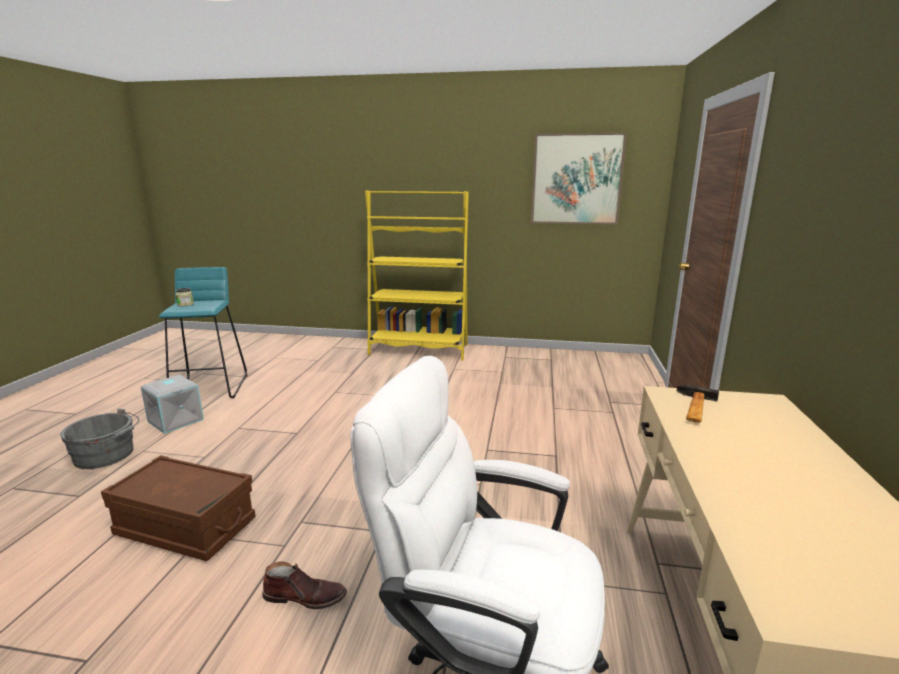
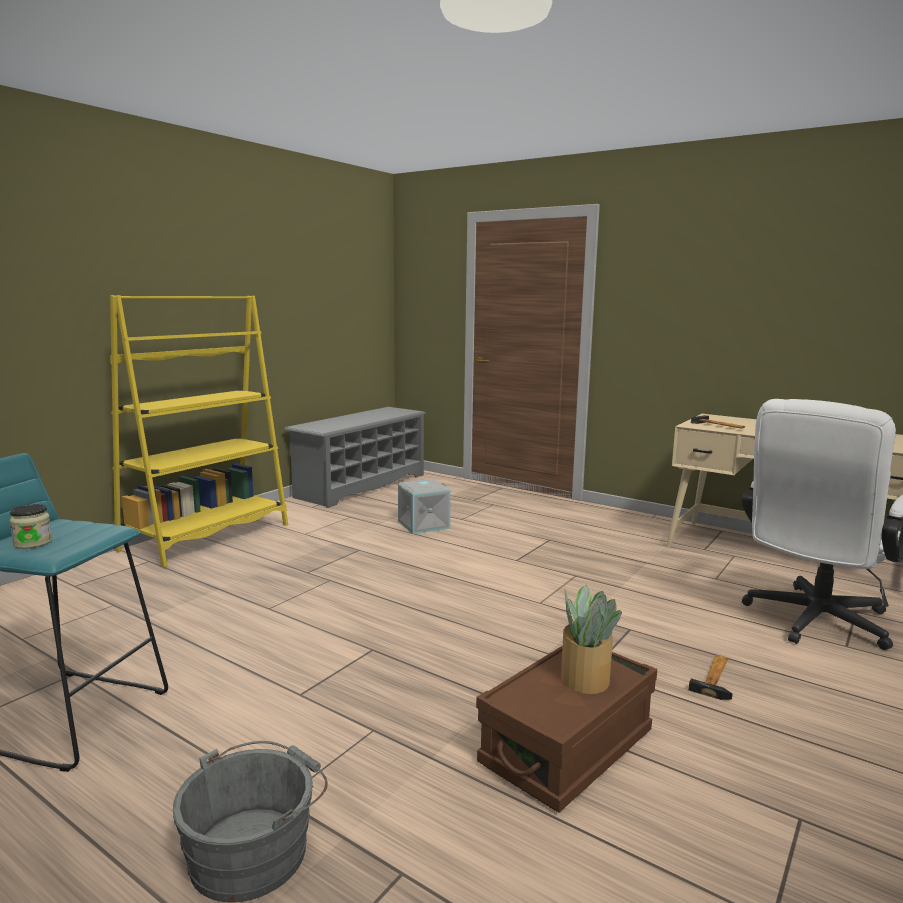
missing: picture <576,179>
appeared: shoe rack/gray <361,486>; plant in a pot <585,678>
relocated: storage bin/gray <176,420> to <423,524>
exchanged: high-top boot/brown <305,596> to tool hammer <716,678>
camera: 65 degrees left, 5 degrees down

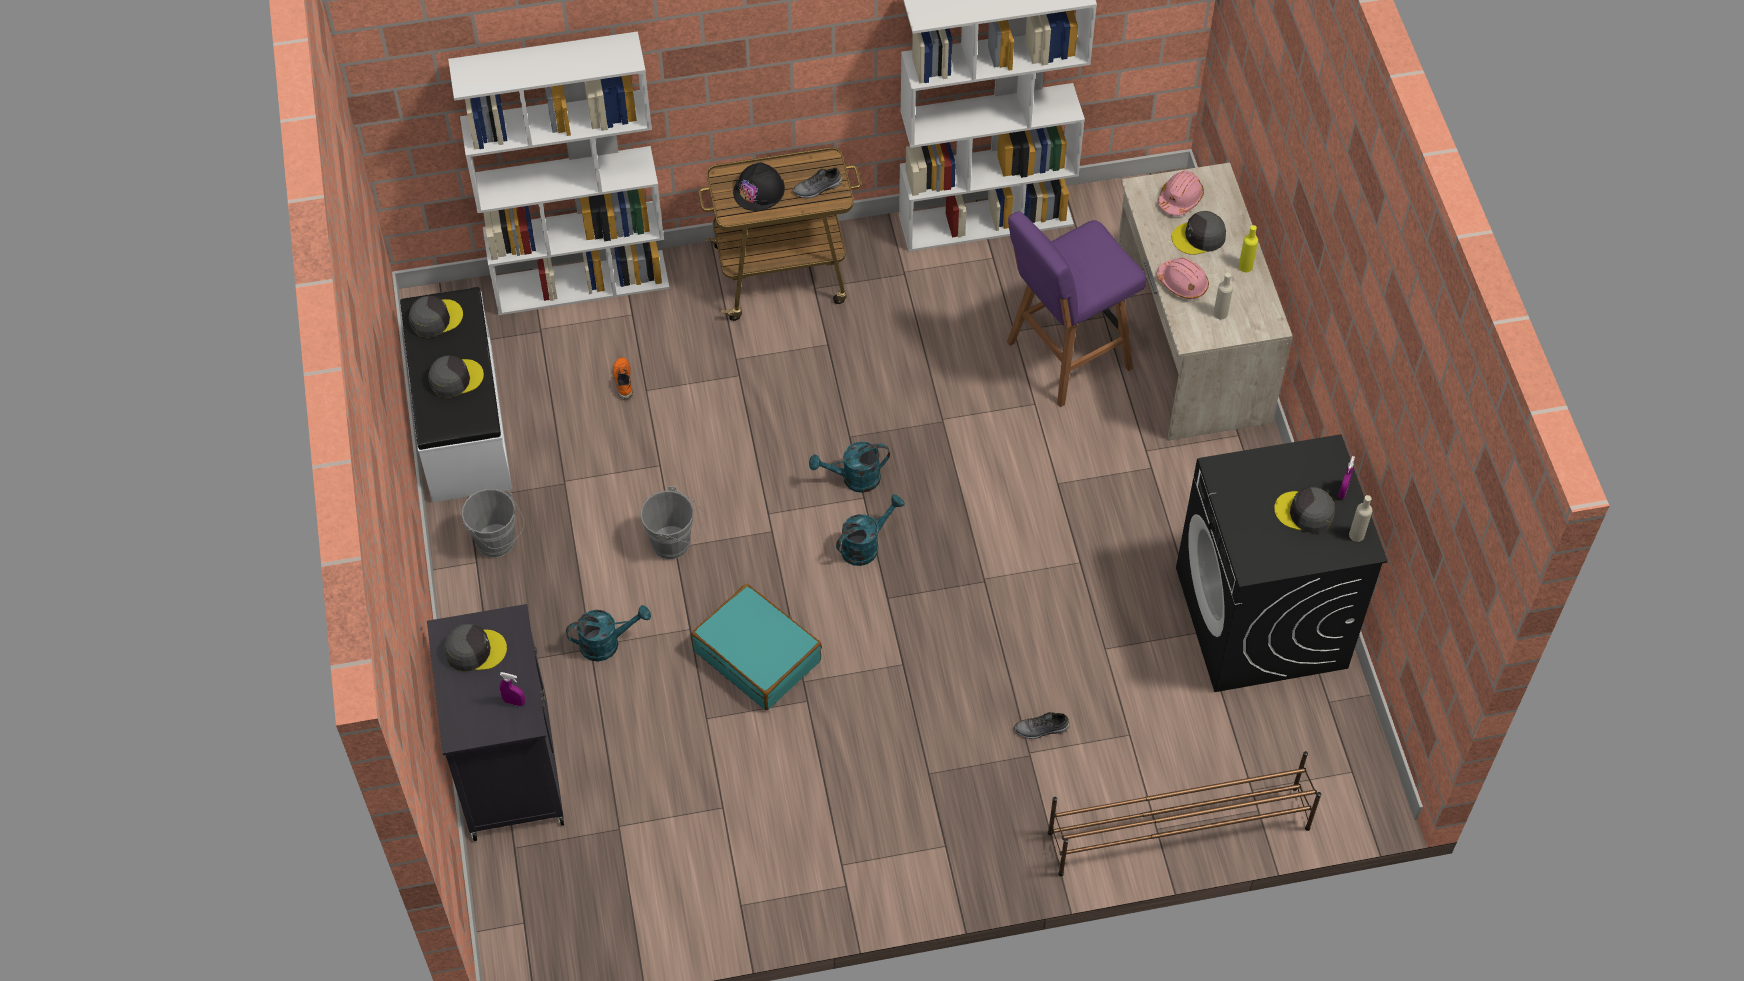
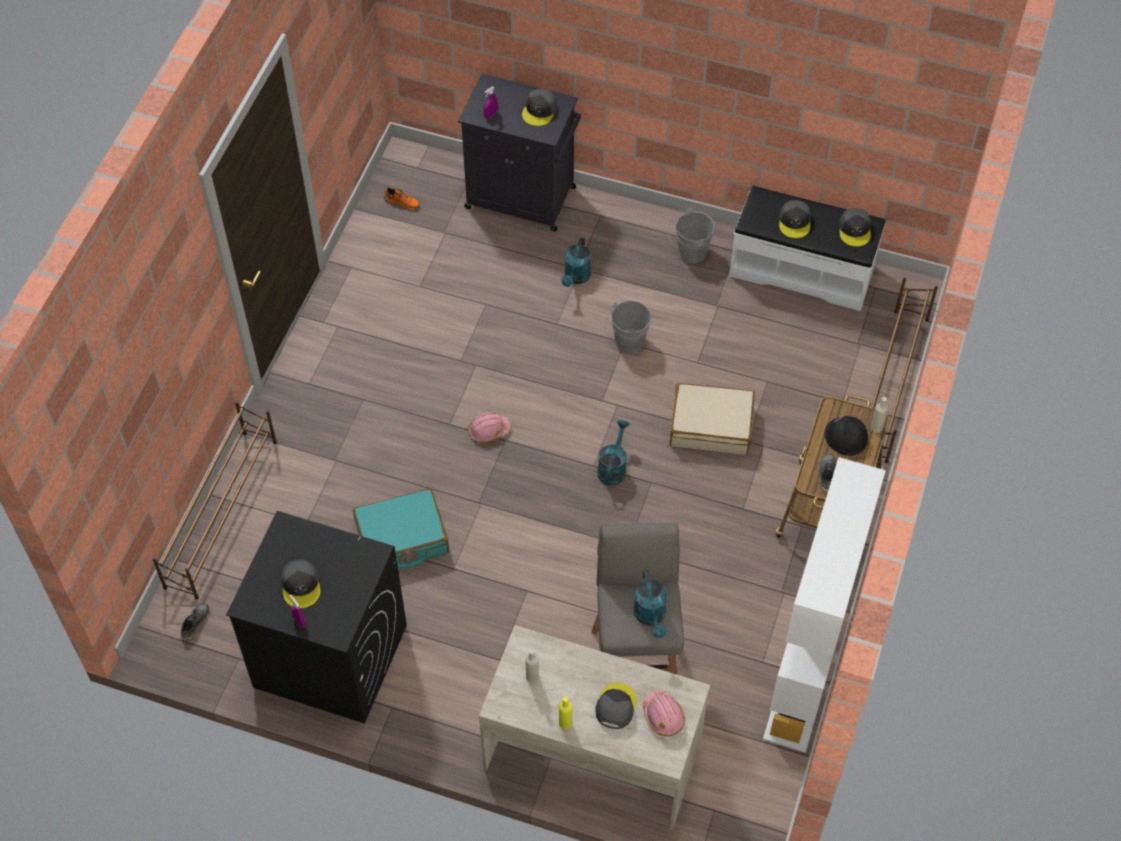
appeared: piece of luggage/beige <711,426>
relocated: item of footwear/orange <622,381> to <402,202>; piece of luggage/turquoise <758,655> to <402,538>; watering pot/turquoise <865,545> to <651,616>; item of footwear/gray <1041,729> to <194,623>; safety helmet/pinkish <1182,283> to <488,431>; beverage bottle/beige <1356,535> to <876,427>
exchanged: shelving unit/whitish <582,282> to shoe rack/brown <890,385>
colour: stool/purplish <1065,357> to stool/gray <635,659>
spun: baseball cap/gray <1304,513> = <301,585> 120 degrees clockwise
camera: 120 degrees right, 0 degrees up

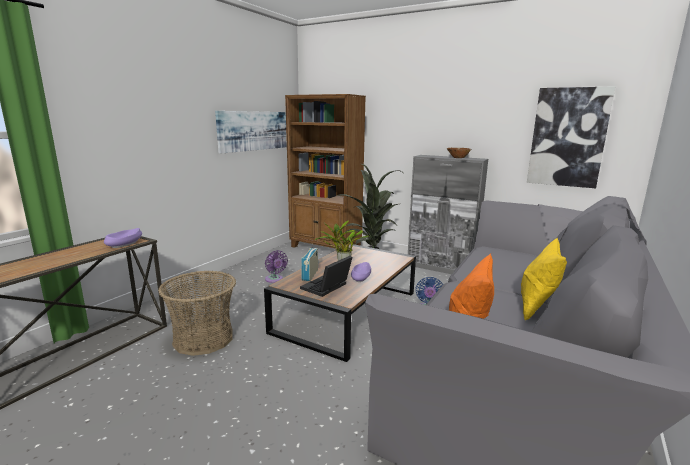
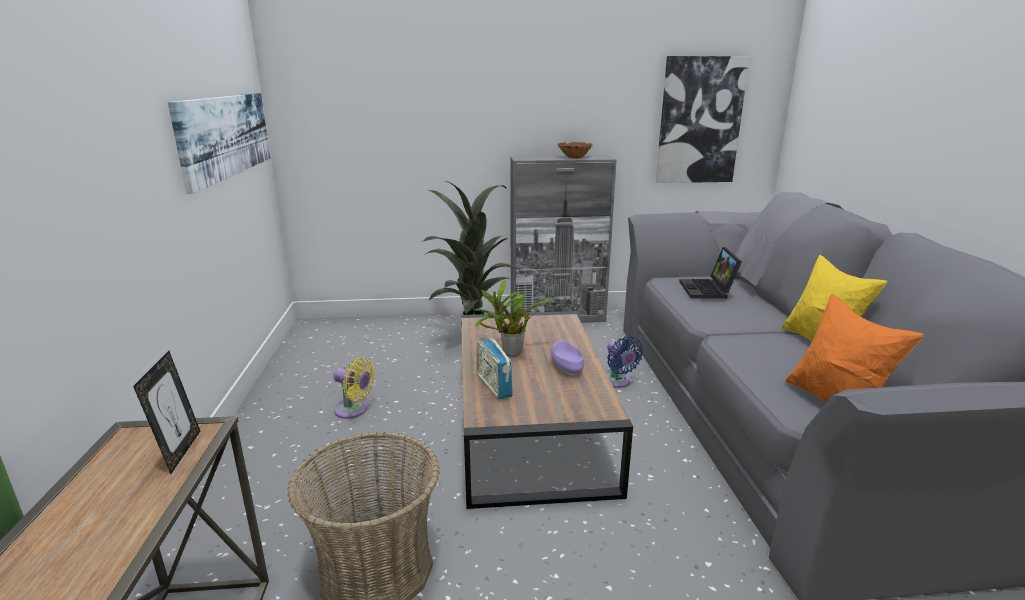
missing: shelving unit/brown <325,248>
relocated: portable computer <326,288> to <708,290>
exchanged: serving bowl/purplish <124,244> to photo frame <180,451>
colour: fan/purplish <274,279> to fan/yellowish <354,410>
camera: 35 degrees left, 5 degrees up

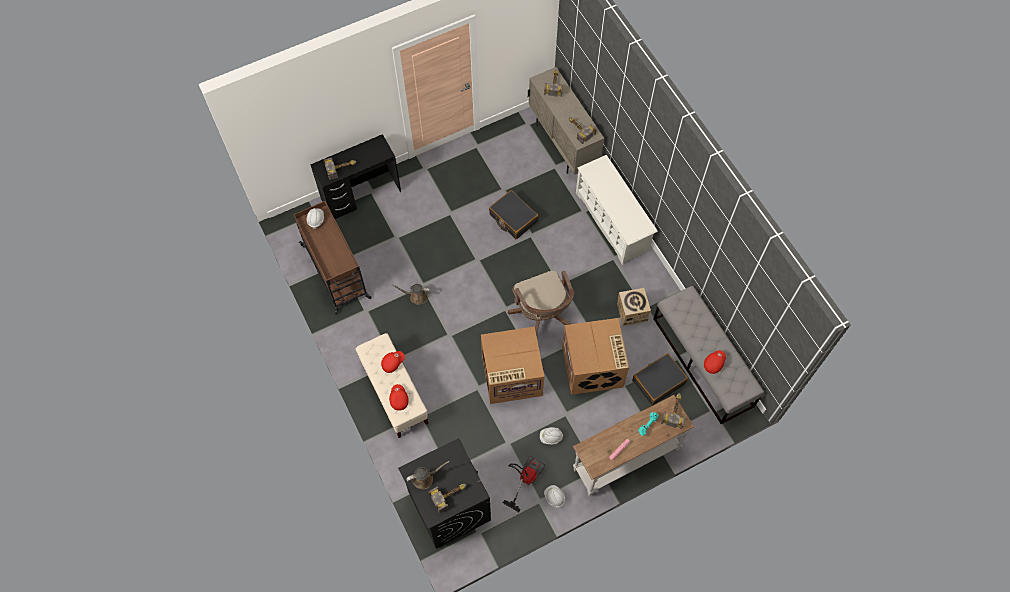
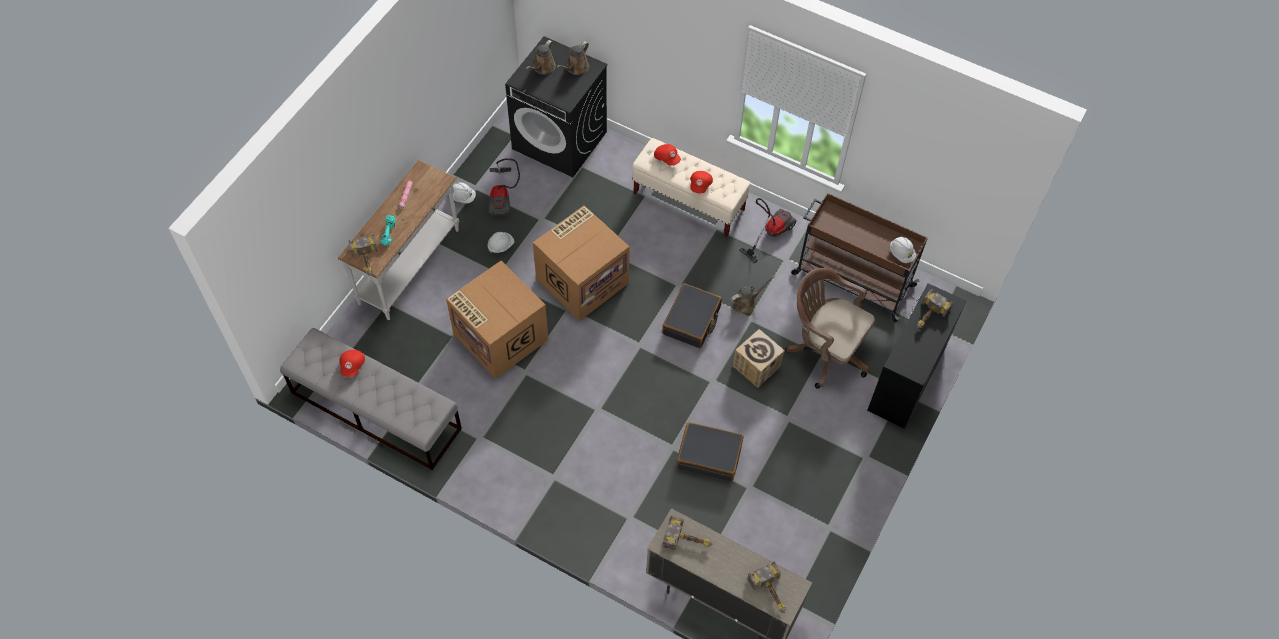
missing: shoe rack/whitish <612,222>
appeared: hoover <770,232>
relocated: desk chair/brown <542,316> to <824,350>; packing box <631,312> to <756,366>; piece of luggage/black-coloured <658,382> to <692,321>
exchanged: tool hammer <450,494> to watering pot/brown <543,68>
camera: 145 degrees right, 5 degrees down

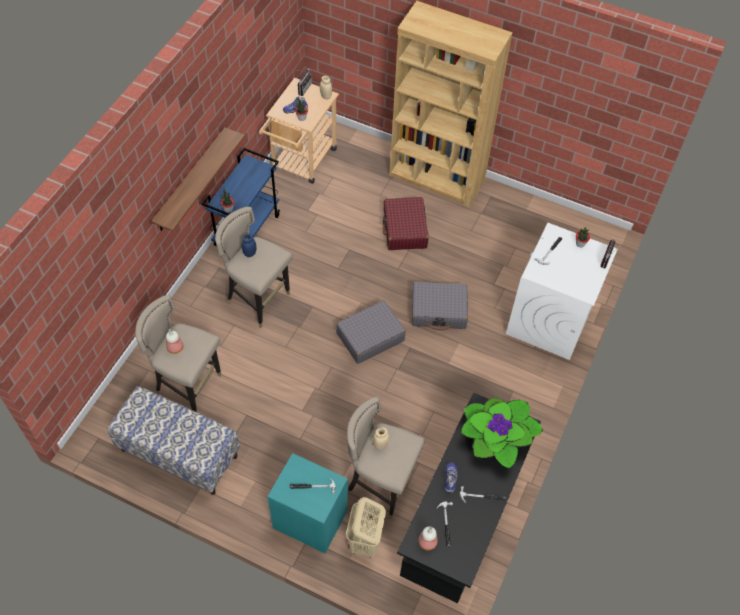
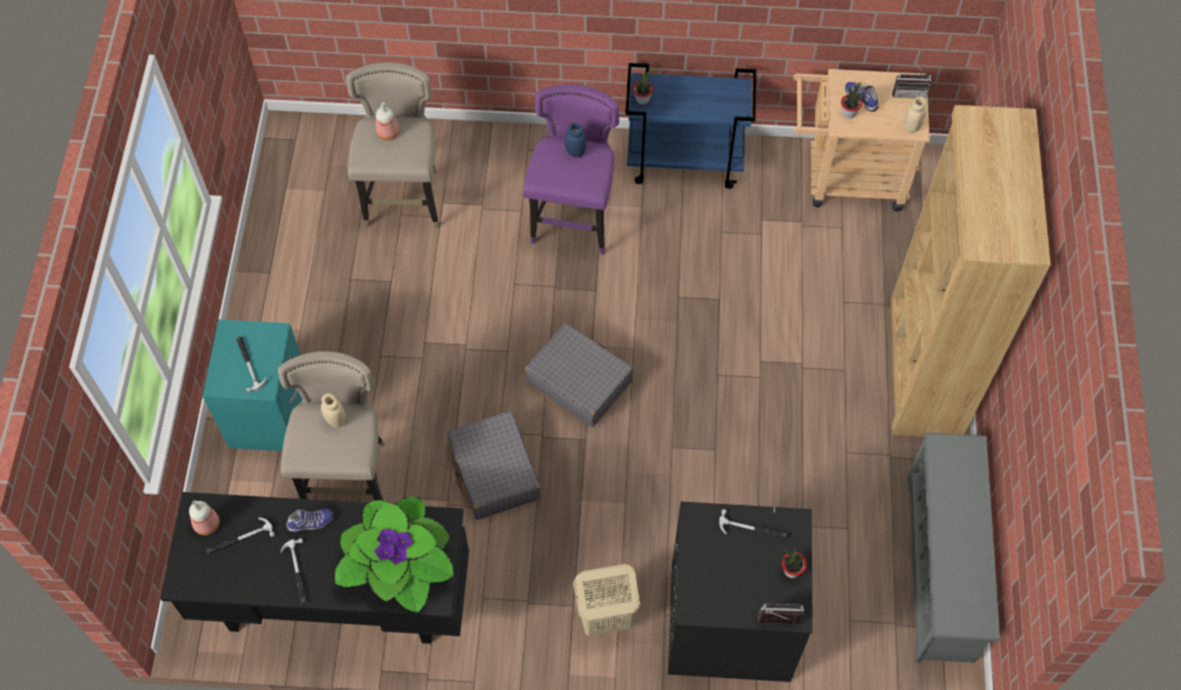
missing: indoor bench <179,453>; shelf <190,181>; piece of luggage/red-coloured <404,229>
appeared: shoe rack/gray <941,568>
relocated: hamper/beige <365,542> to <605,617>; piece of luggage/gray <439,311> to <494,472>
colour: stool/beige <258,300> to stool/purplish <574,223>; laundry machine/whitish <549,320> to laundry machine/black-coloured <729,622>
camera: 70 degrees right, 5 degrees up

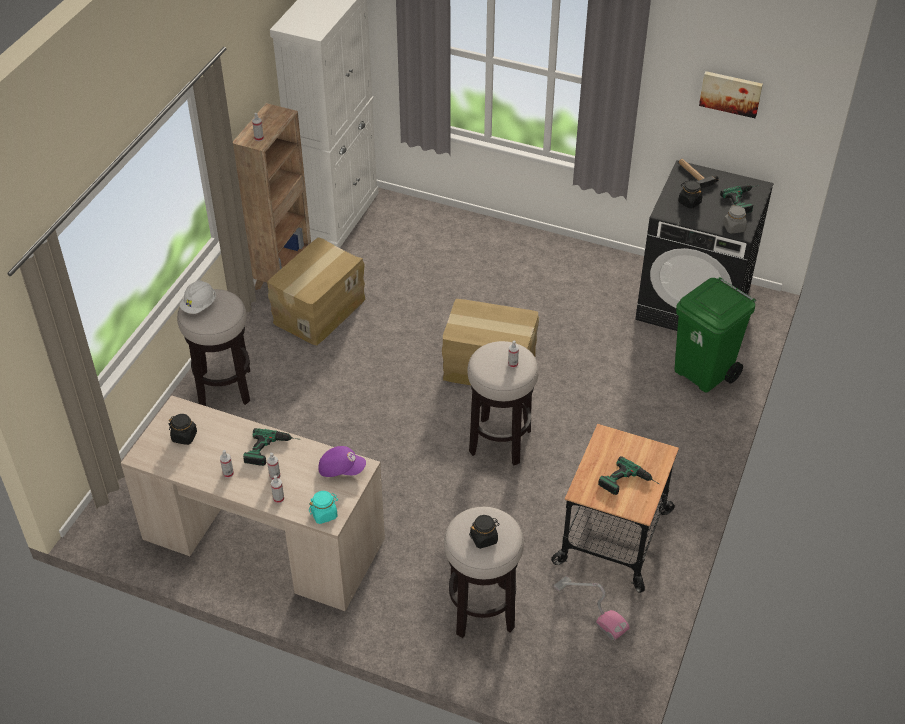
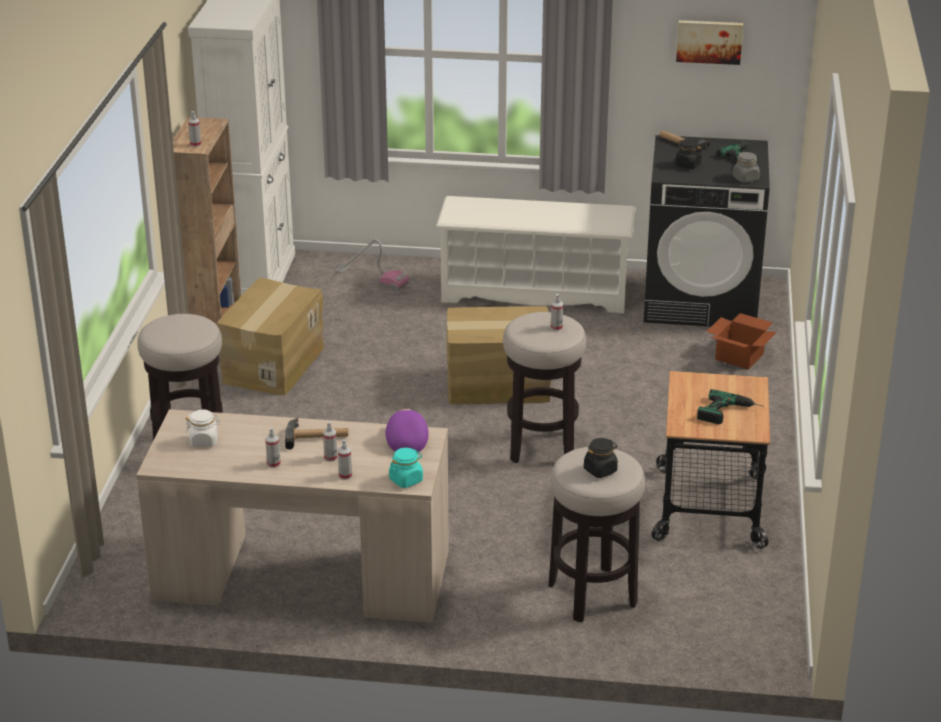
missing: safety helmet/whitish <199,305>
appeared: shoe rack/whitish <535,292>
relocated: hoover <590,609> to <371,278>
exchanged: power drill <273,450> to tool hammer <317,437>; waste bin/green-coloured <703,373> to packing box <740,356>
colour: preserve jar/black-coloured <184,436> to preserve jar/whitish <204,441>
spun: baseball cap/purplish <341,469> = <406,440> 90 degrees counterclockwise
camera: 15 degrees left, 15 degrees down

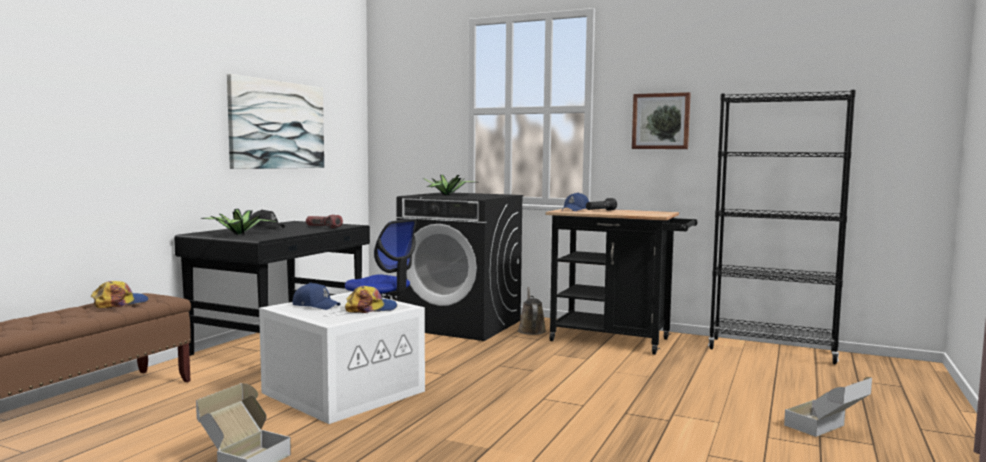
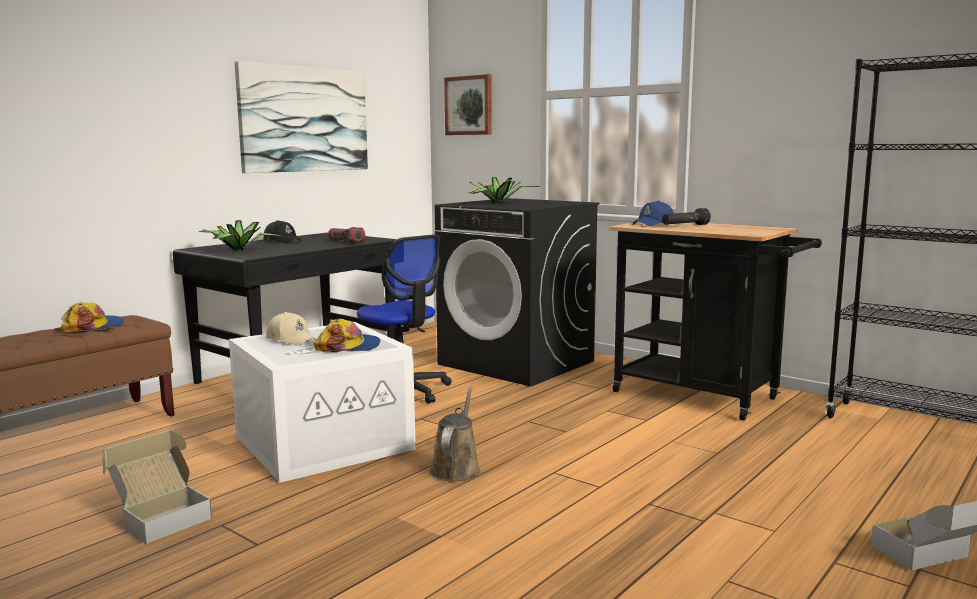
relocated: watering pot/brown <531,330> to <456,468>; picture <661,121> to <469,105>
colour: baseball cap/blue-coloured <316,305> to baseball cap/beige <291,339>
camera: 15 degrees right, 5 degrees up

